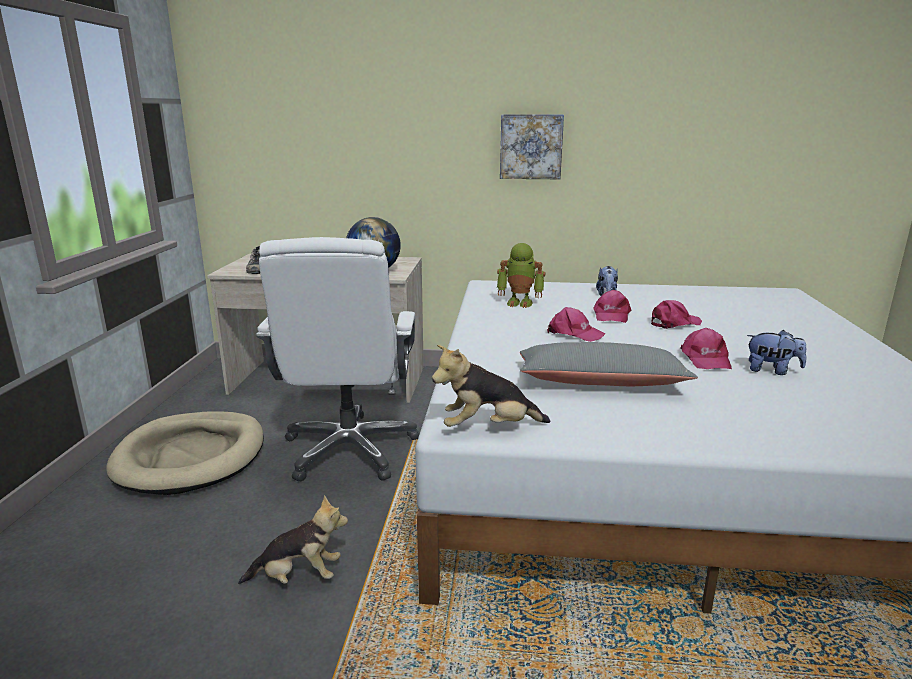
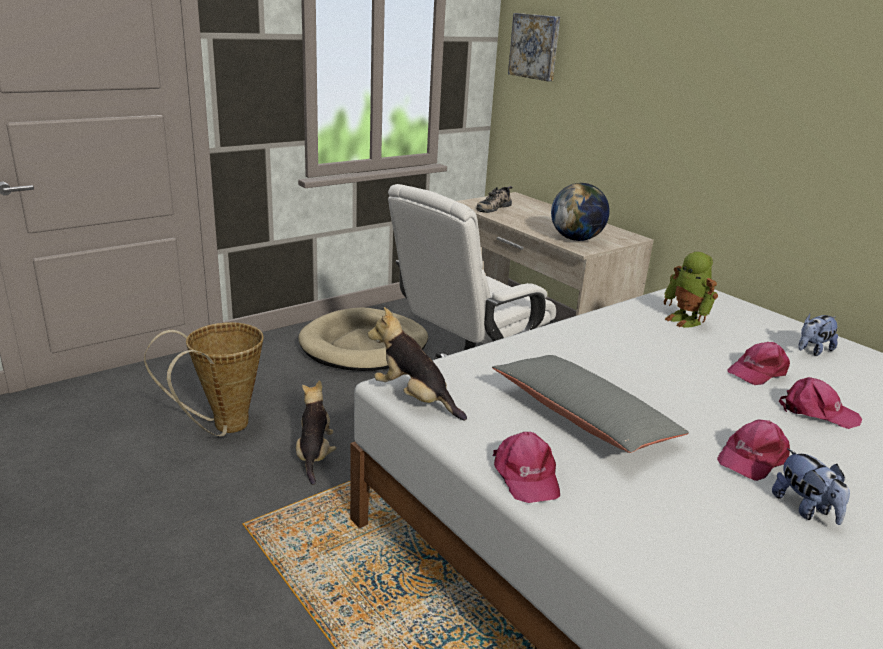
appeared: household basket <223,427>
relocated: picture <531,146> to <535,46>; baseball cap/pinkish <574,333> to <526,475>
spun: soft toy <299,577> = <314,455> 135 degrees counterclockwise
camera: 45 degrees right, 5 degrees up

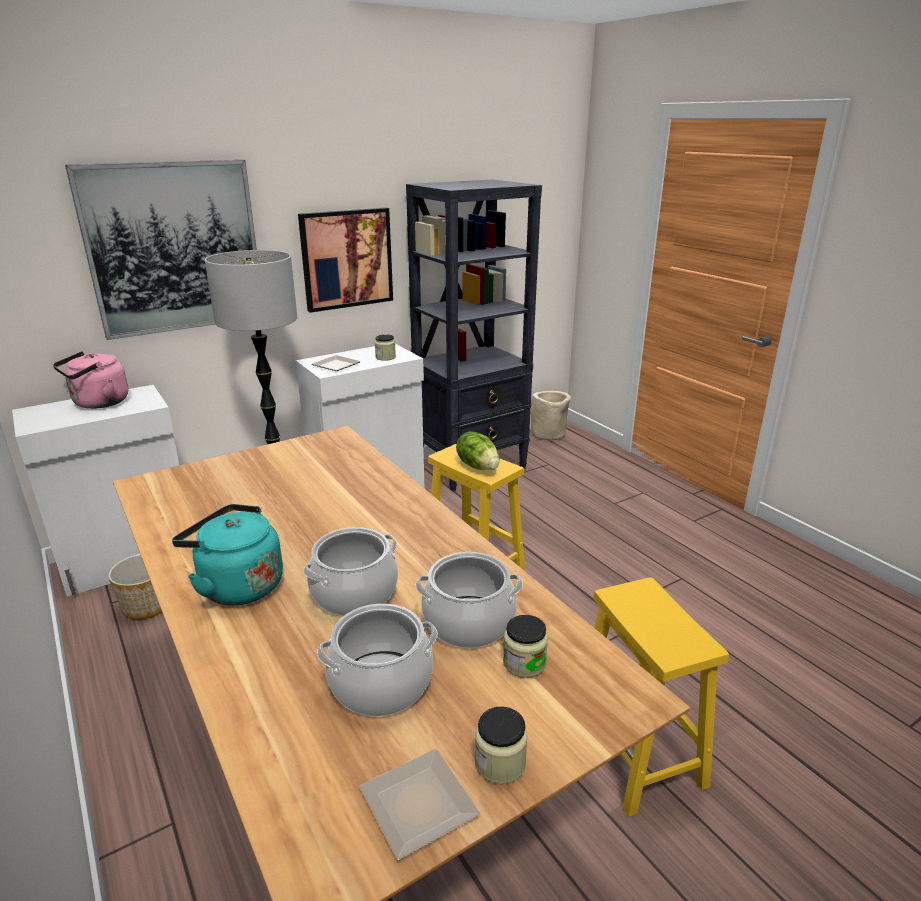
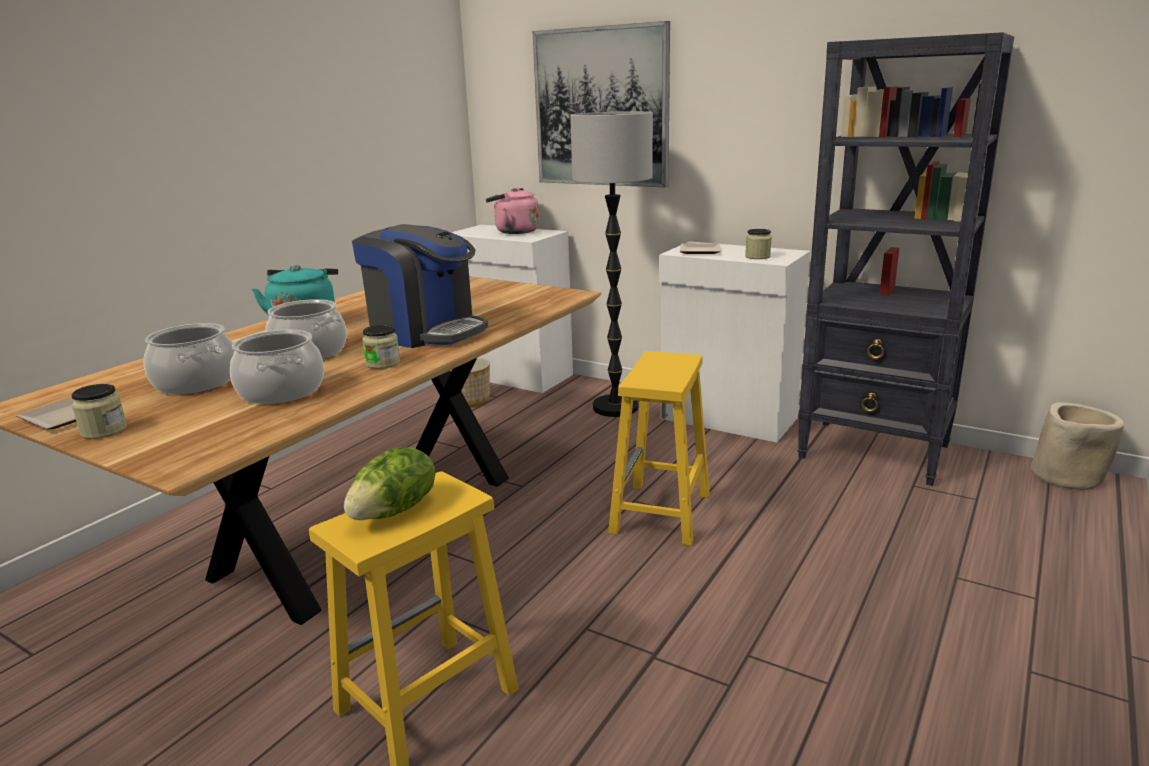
missing: picture <346,259>
appeared: coffee machine <425,331>
relocated: lettuce head <478,466> to <395,510>; preserve jar <524,663> to <383,363>
camera: 65 degrees right, 5 degrees down

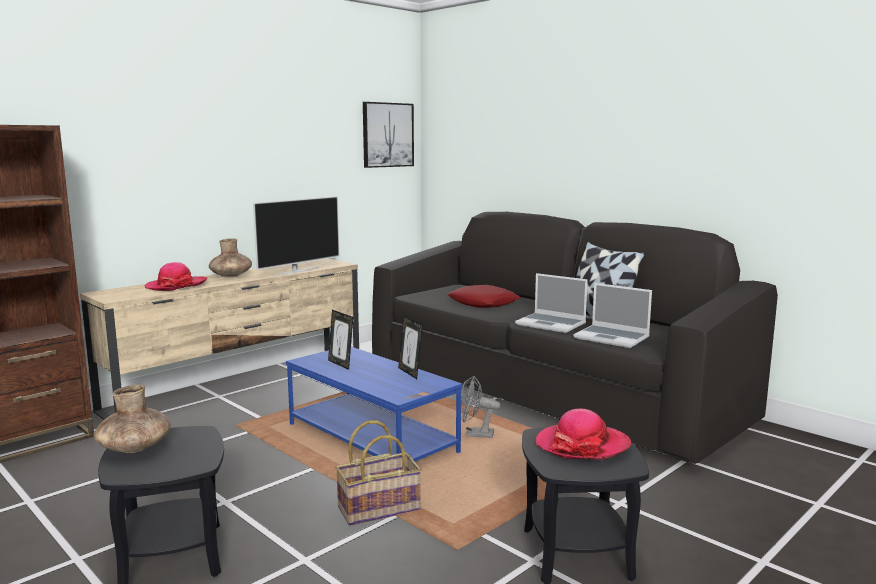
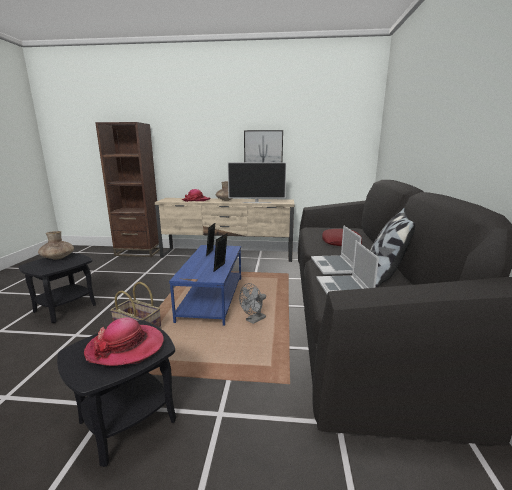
relocated: picture <387,135> to <263,150>
spun: fan/gray <474,435> = <253,320> 105 degrees counterclockwise
camera: 50 degrees right, 5 degrees up

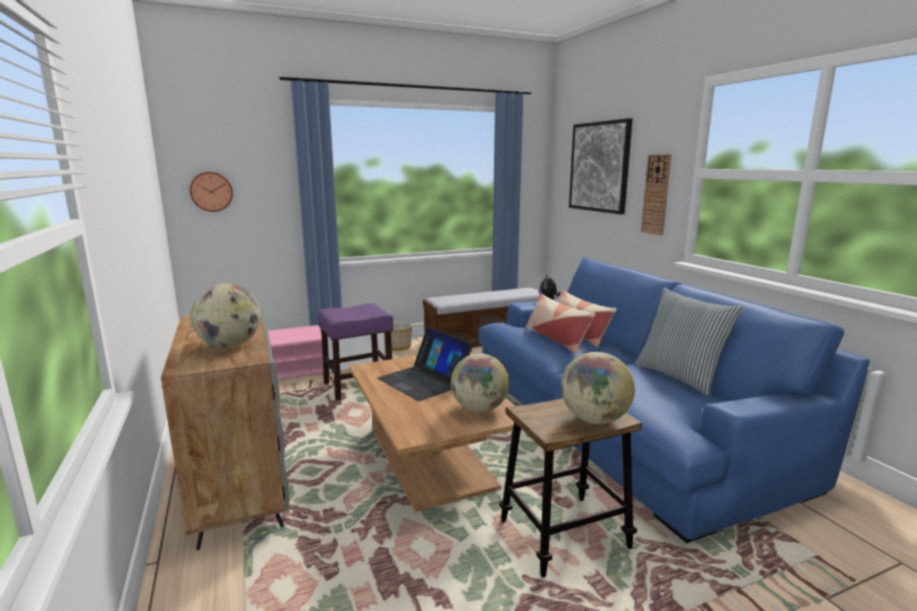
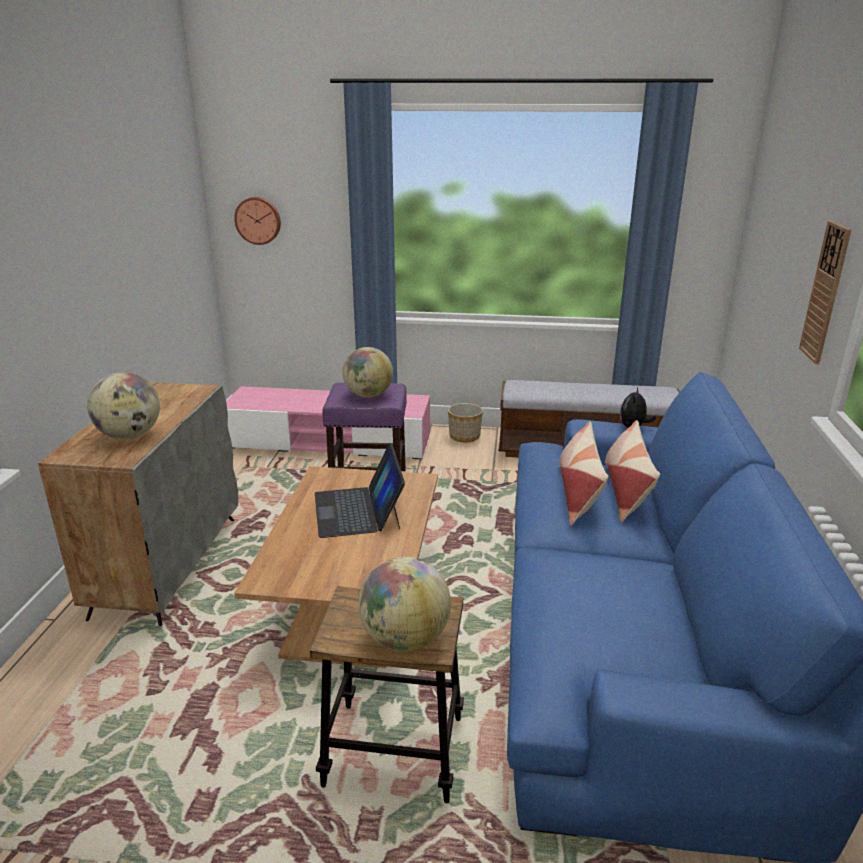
missing: picture <599,167>; throw pillow <680,376>
relocated: world globe <479,409> to <368,395>
camera: 30 degrees right, 10 degrees up

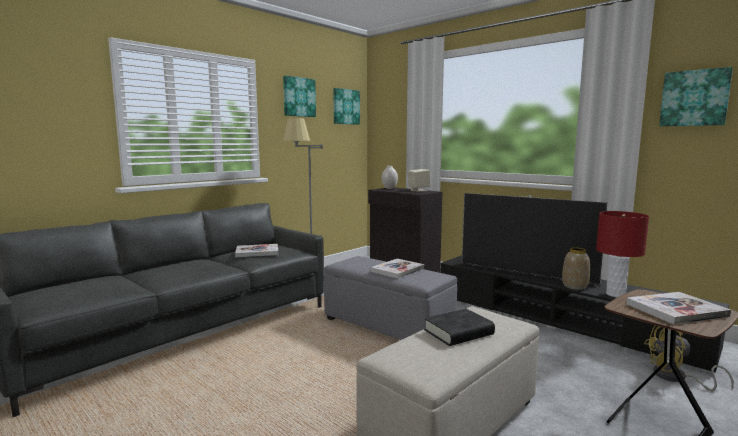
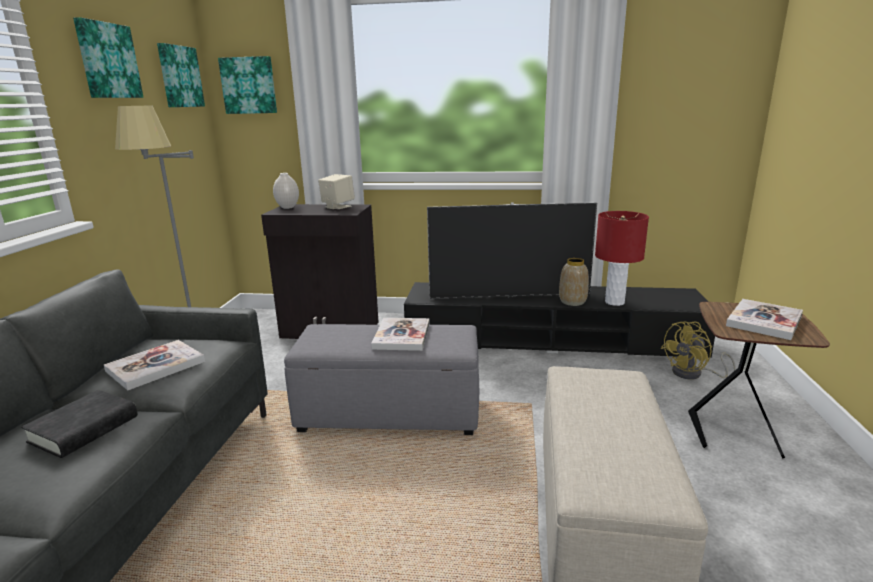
relocated: volume/black-coloured <458,332> to <84,429>; picture <694,98> to <249,85>
camera: 35 degrees left, 10 degrees up

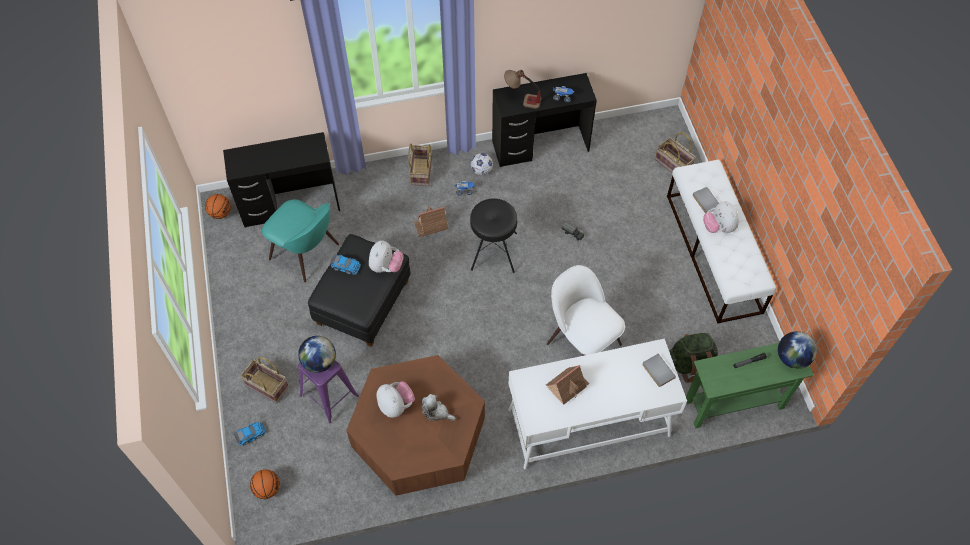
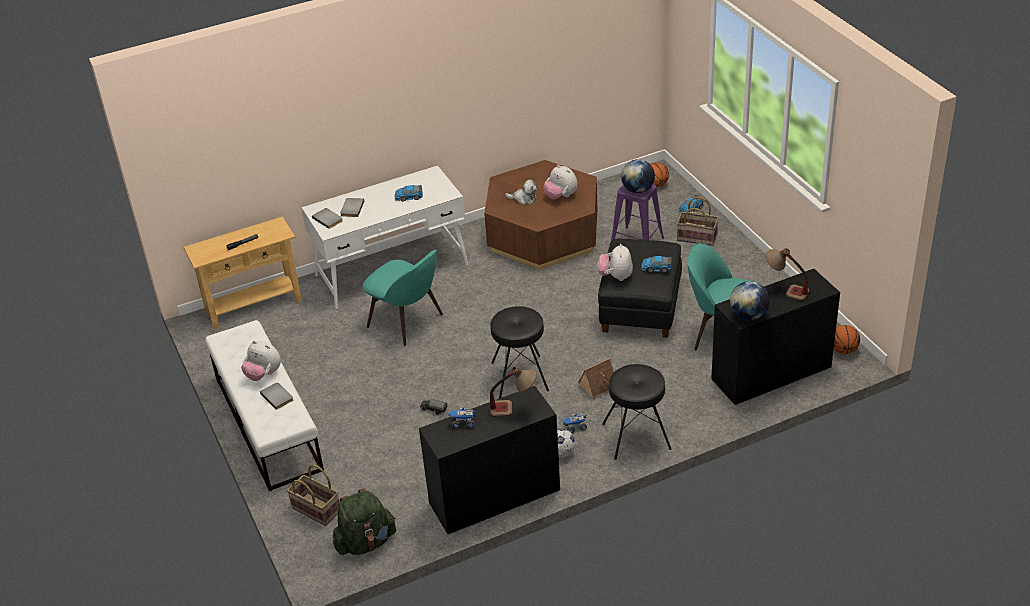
appeared: volume/gray <351,208>; lamp for a table <785,290>
relocated: rucksack/green-coloured <688,364> to <366,542>; world globe <792,358> to <748,315>
exchanged: household basket <421,171> to stool/black-coloured <636,436>; model house <567,386> to miniature car <408,196>
colour: upright chair/whitish <581,341> to upright chair/turquoise <407,322>; hall table/green-coloured <734,404> to hall table/beige <253,306>
spun: soft toy <718,227> = <263,374> 150 degrees clockwise
camera: 170 degrees right, 20 degrees down

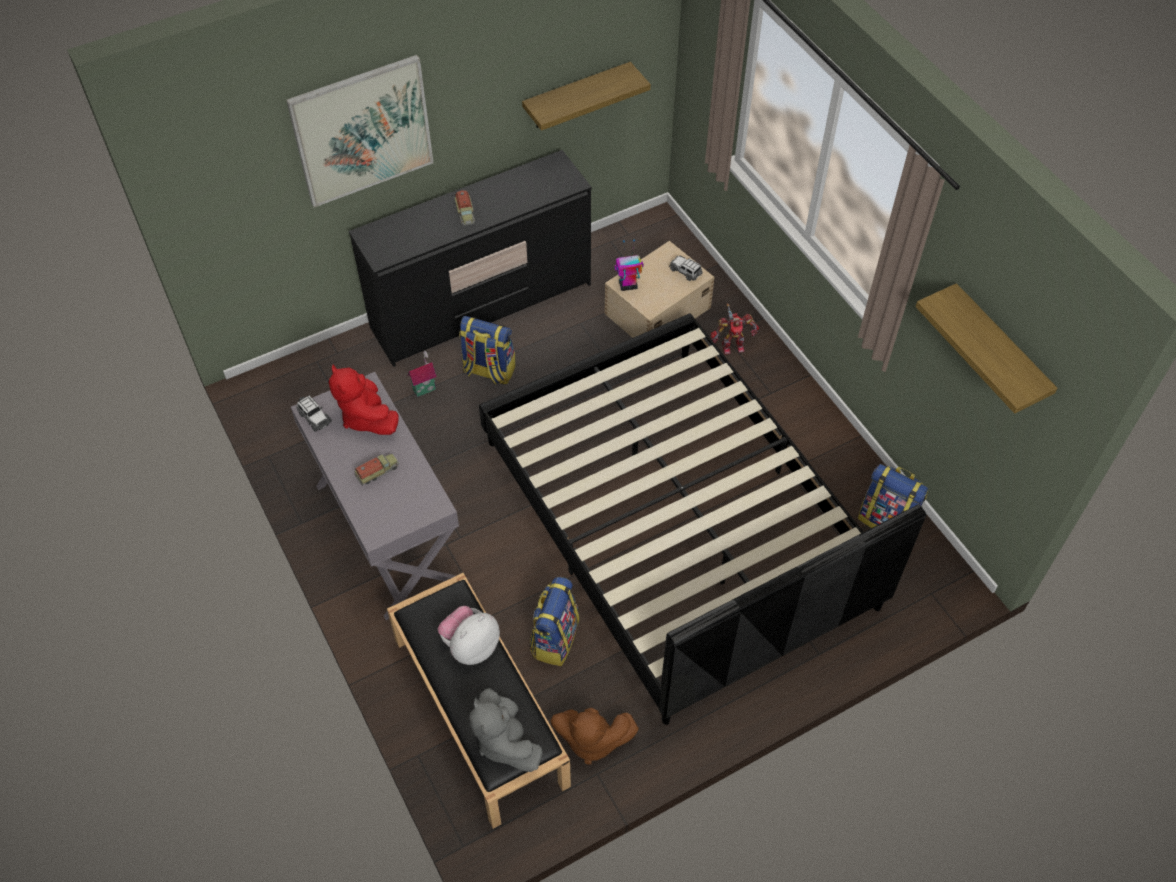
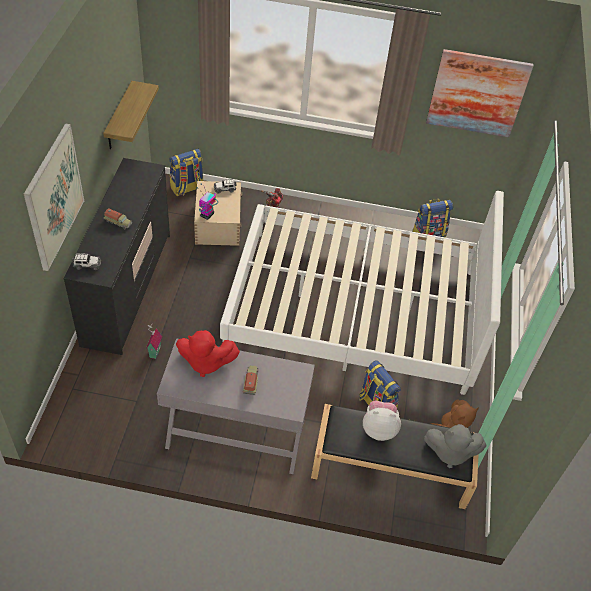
relocated: miniature car <314,418> to <87,265>; rucksack <488,370> to <187,188>
exchanged: shelf <999,349> to picture <477,93>
colour: bed/black-coloured <675,523> to bed/whitish <355,309>
spun: soft toy <471,646> = <379,429> 105 degrees clockwise
camera: 55 degrees left, 5 degrees down

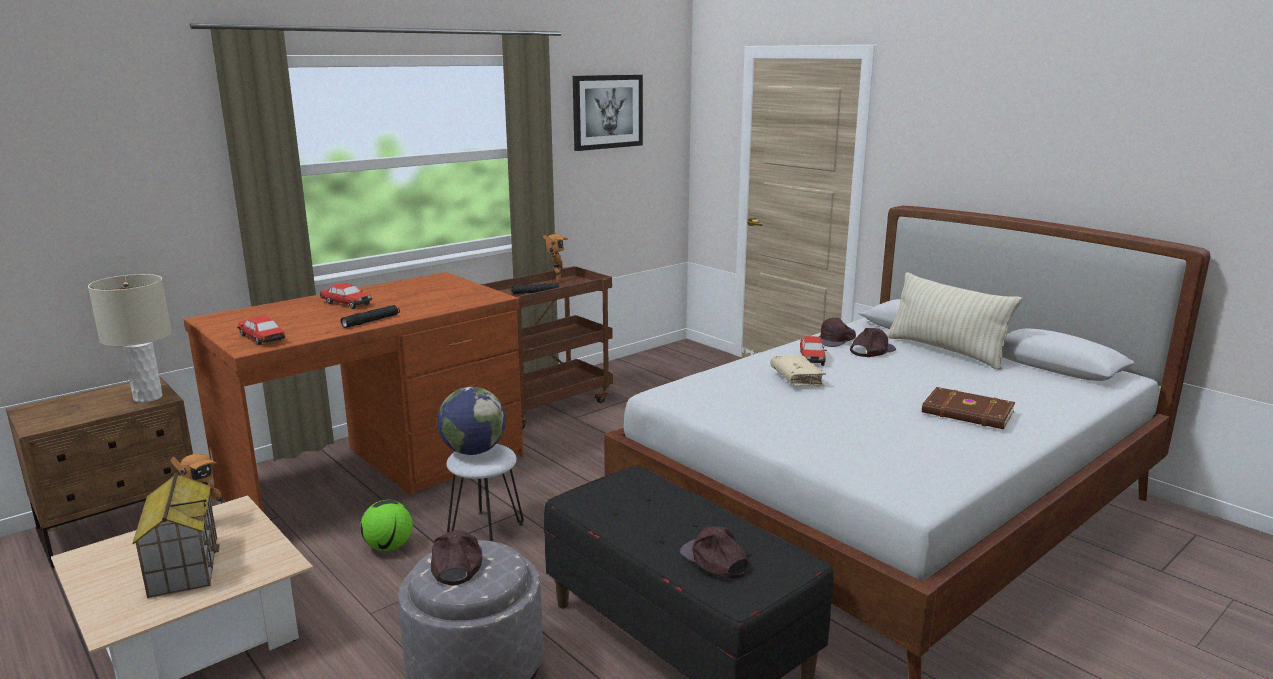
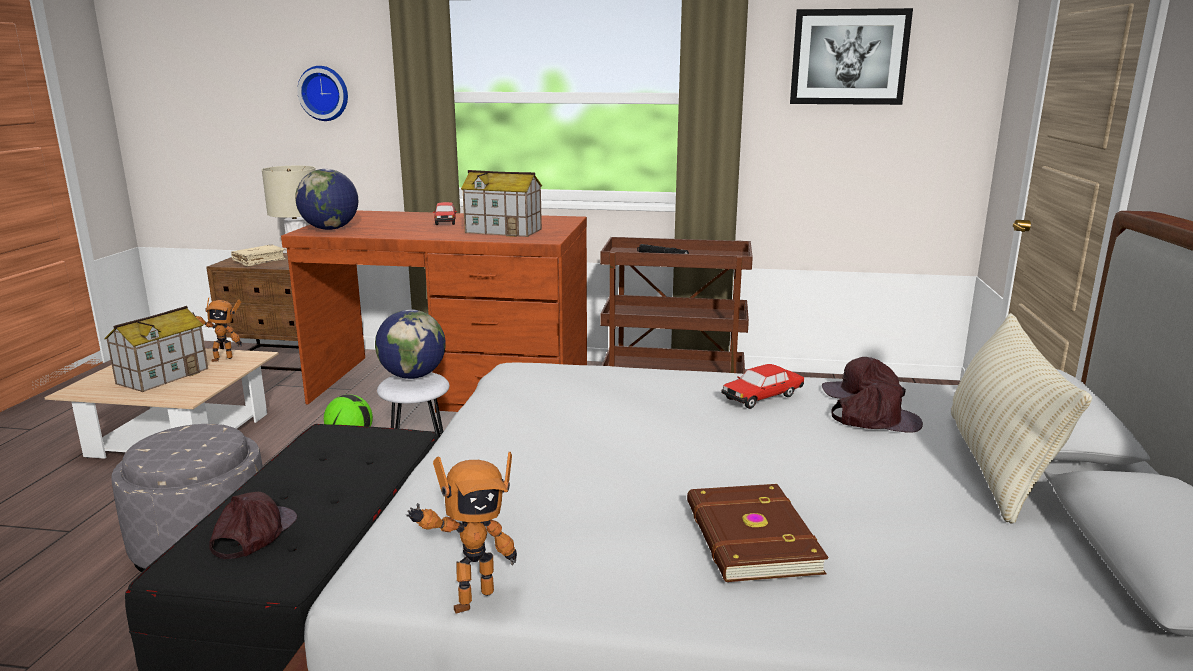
missing: hand torch/black-coloured <371,321>; baseball cap/brown <456,564>
appeared: wall clock <324,93>; model house <504,231>
relocated: toy robot <555,282> to <469,598>; volume/beige <796,378> to <259,261>
exchanged: miniature car <262,338> to world globe <330,229>
camera: 50 degrees right, 0 degrees up

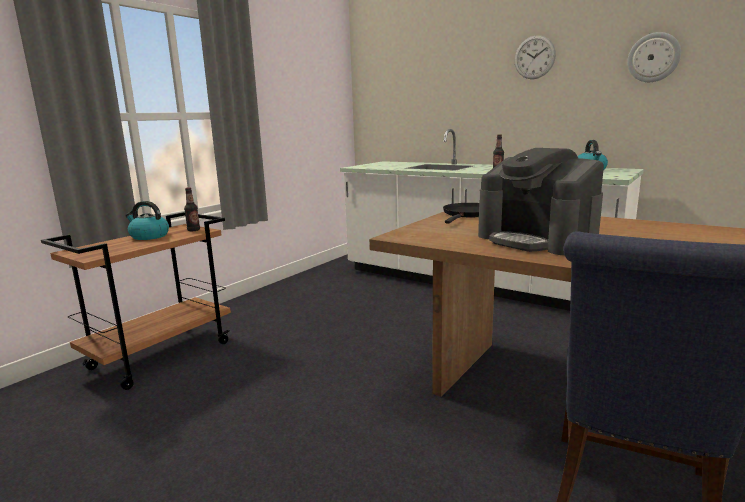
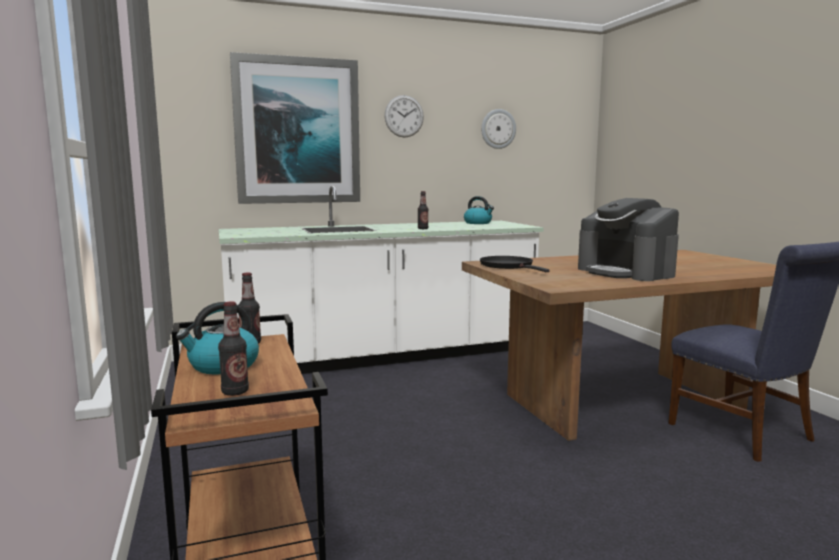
appeared: beverage bottle <235,392>; picture <297,131>
spun: coffee machine <537,240> = <626,272> 60 degrees clockwise
camera: 55 degrees left, 5 degrees down

